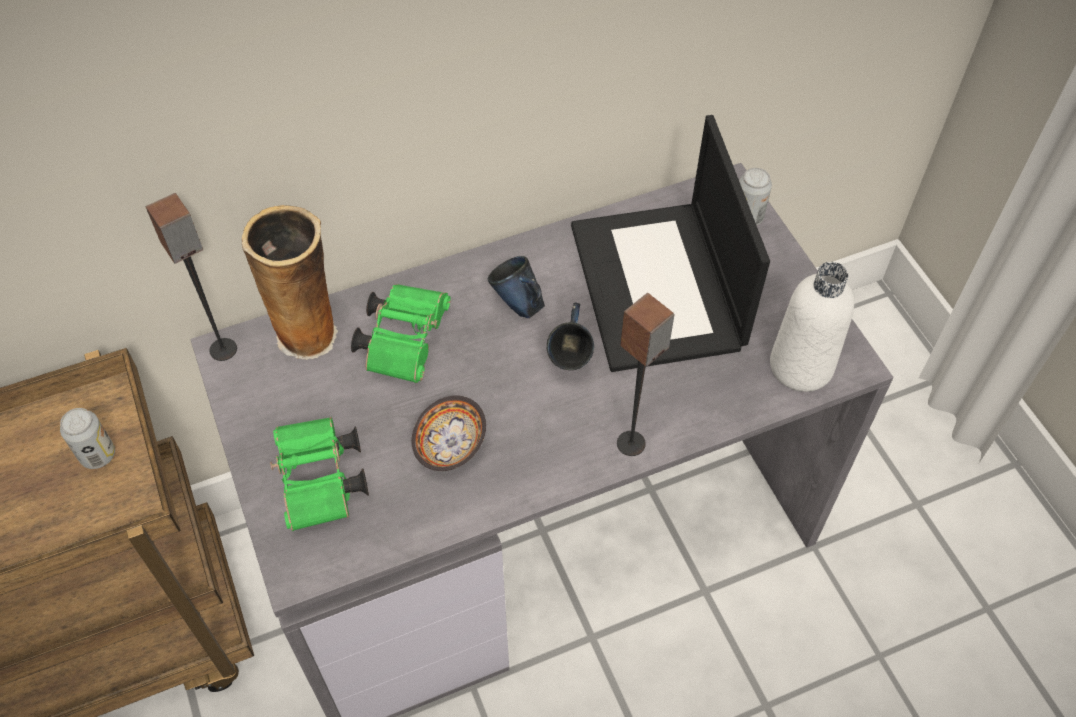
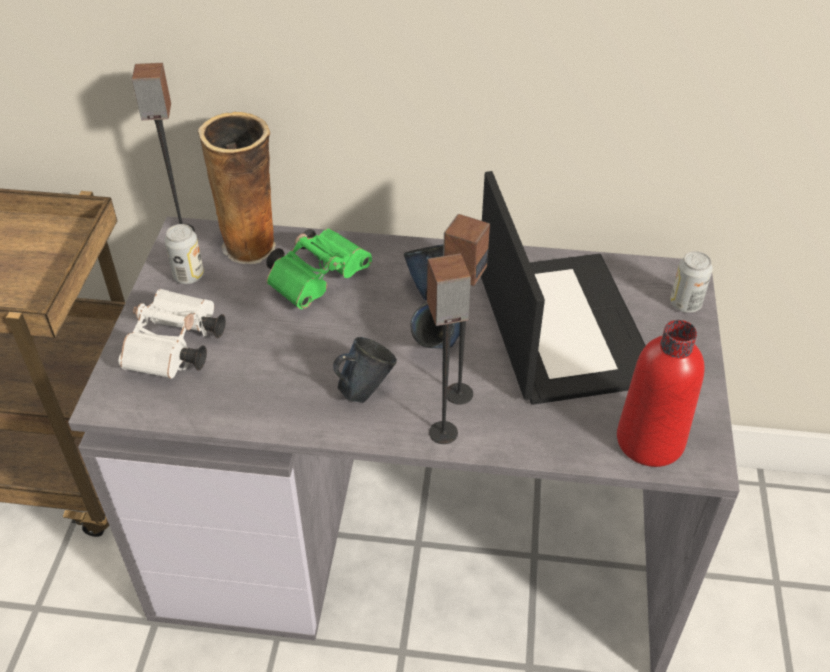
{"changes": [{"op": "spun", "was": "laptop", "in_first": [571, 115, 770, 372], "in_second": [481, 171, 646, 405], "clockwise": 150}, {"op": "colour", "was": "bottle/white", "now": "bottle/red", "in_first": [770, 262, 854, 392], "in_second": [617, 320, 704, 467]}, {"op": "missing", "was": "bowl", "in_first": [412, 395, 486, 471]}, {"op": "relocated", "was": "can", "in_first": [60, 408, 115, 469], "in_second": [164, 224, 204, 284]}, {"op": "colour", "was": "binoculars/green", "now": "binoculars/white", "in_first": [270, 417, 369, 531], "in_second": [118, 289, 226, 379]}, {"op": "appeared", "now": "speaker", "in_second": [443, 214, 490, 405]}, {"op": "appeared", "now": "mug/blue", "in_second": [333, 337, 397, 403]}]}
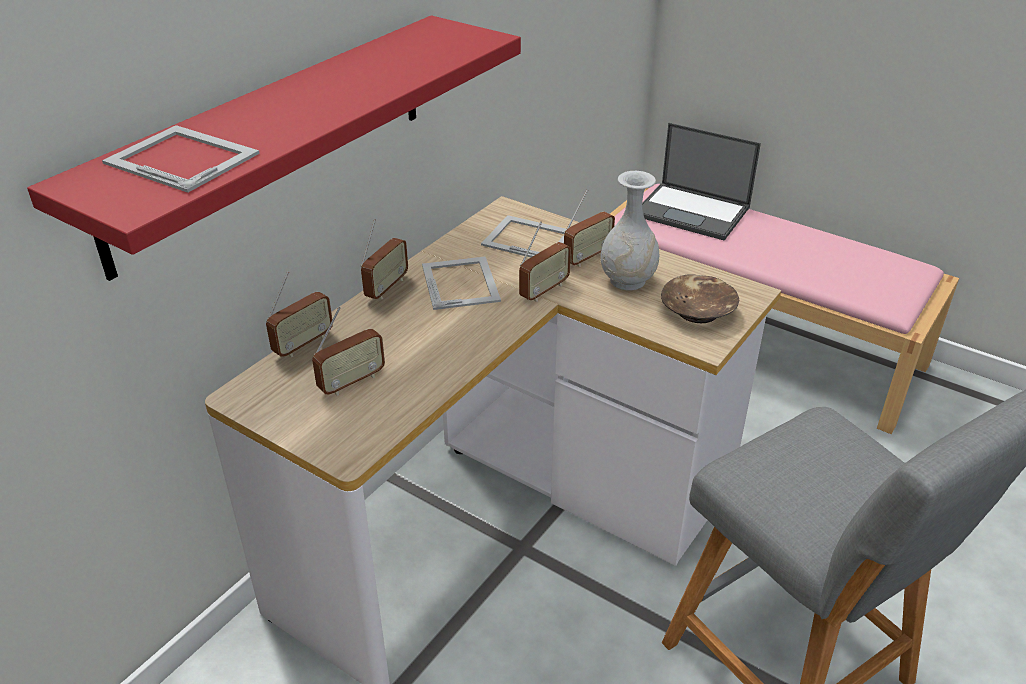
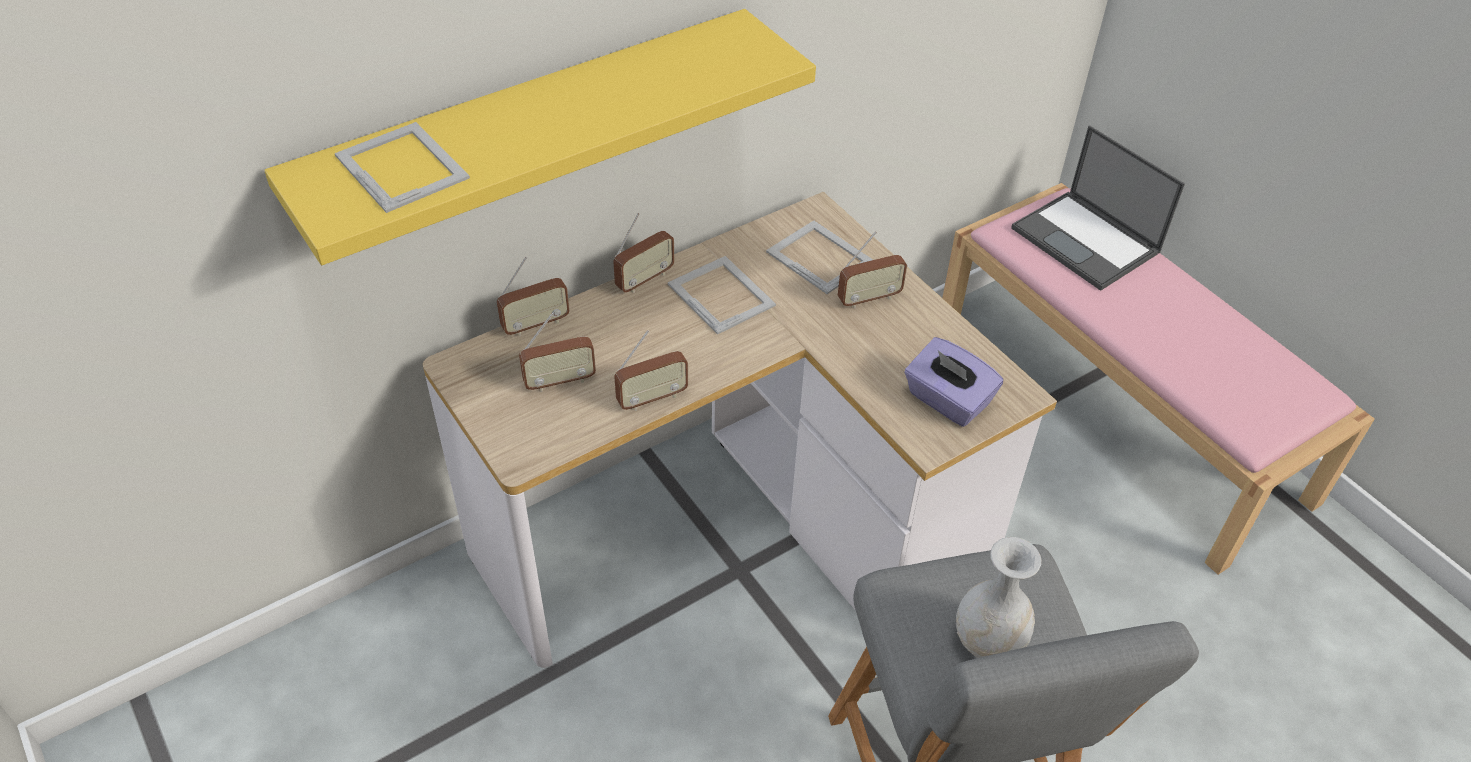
{"changes": [{"op": "colour", "was": "shelf/red", "now": "shelf/yellow", "in_first": [27, 15, 521, 281], "in_second": [264, 9, 816, 265]}, {"op": "relocated", "was": "vase/white", "in_first": [601, 171, 659, 291], "in_second": [956, 537, 1041, 658]}, {"op": "relocated", "was": "radio", "in_first": [519, 221, 571, 302], "in_second": [614, 330, 688, 411]}, {"op": "spun", "was": "picture frame", "in_first": [422, 257, 501, 310], "in_second": [668, 256, 776, 335], "clockwise": -45}, {"op": "exchanged", "was": "bowl/brown", "now": "tissue box/purple", "in_first": [661, 275, 739, 323], "in_second": [904, 337, 1003, 427]}]}
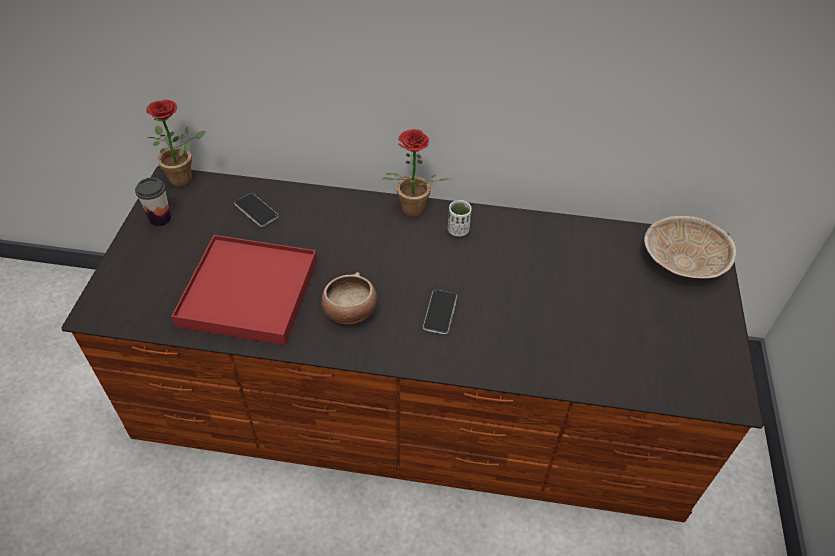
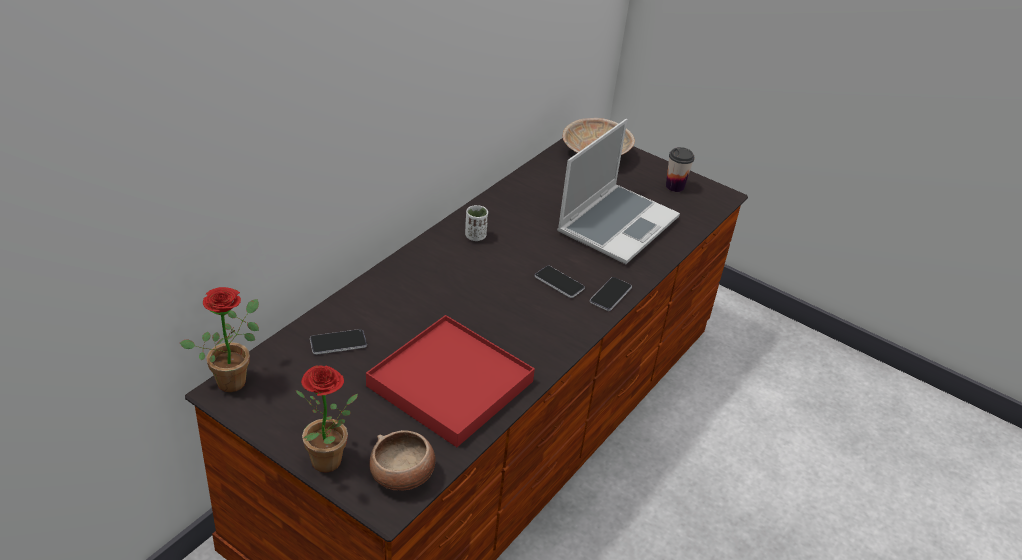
{"changes": [{"op": "relocated", "was": "potted plant", "in_first": [383, 129, 448, 217], "in_second": [296, 365, 358, 473]}, {"op": "relocated", "was": "cup", "in_first": [135, 178, 171, 226], "in_second": [666, 147, 695, 192]}, {"op": "relocated", "was": "bowl", "in_first": [321, 272, 378, 324], "in_second": [369, 430, 436, 490]}, {"op": "appeared", "now": "laptop", "in_second": [557, 119, 680, 264]}, {"op": "appeared", "now": "phone", "in_second": [590, 277, 632, 311]}]}
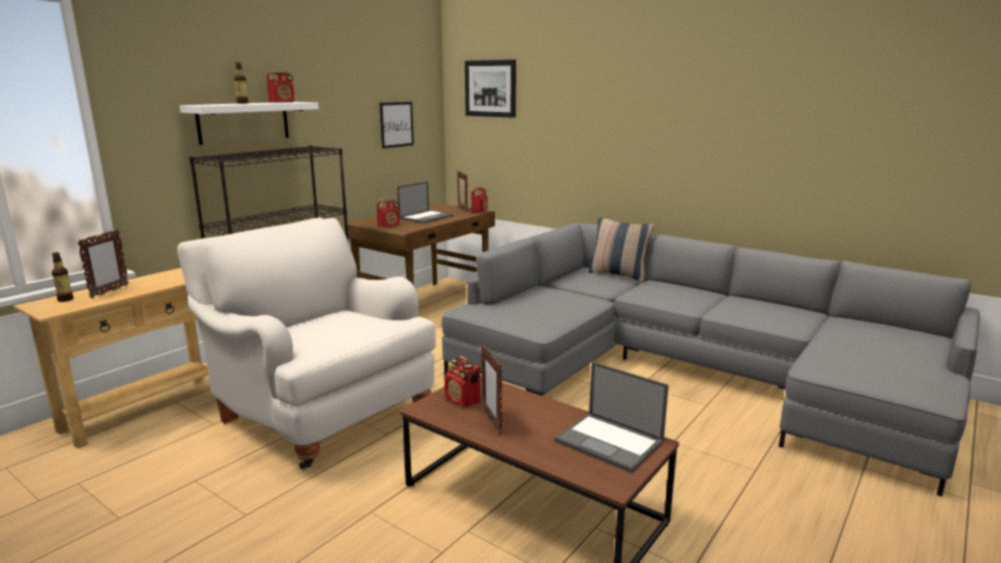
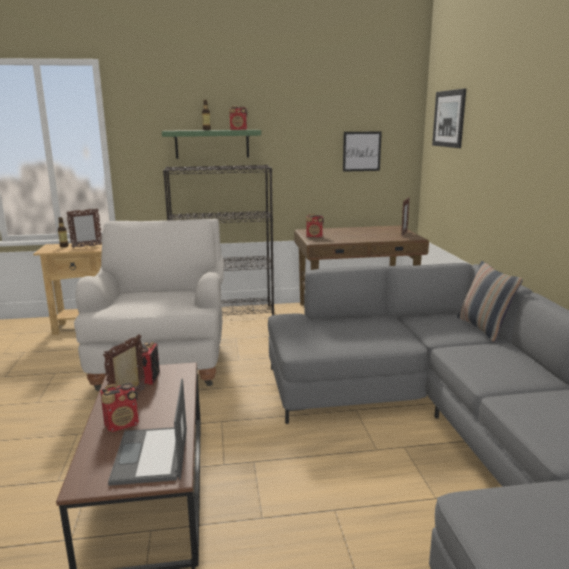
{"changes": [{"op": "colour", "was": "shelf/white", "now": "shelf/green", "in_first": [180, 102, 319, 145], "in_second": [162, 130, 261, 159]}, {"op": "missing", "was": "laptop", "in_first": [397, 181, 453, 224]}, {"op": "relocated", "was": "radio", "in_first": [471, 187, 488, 212], "in_second": [100, 383, 139, 432]}]}
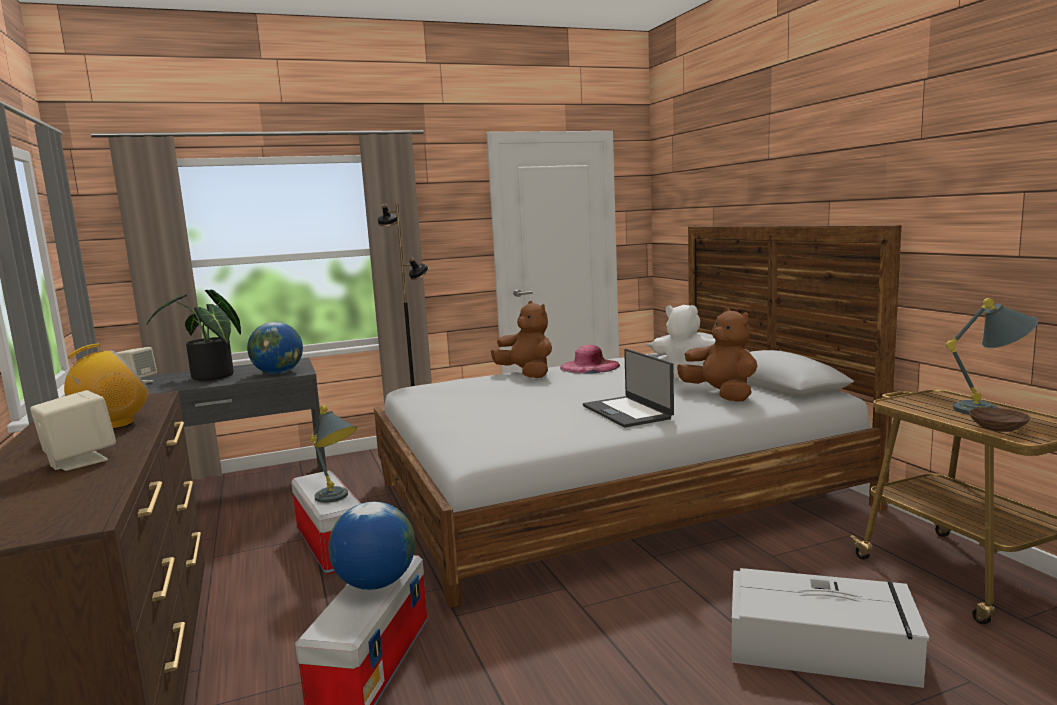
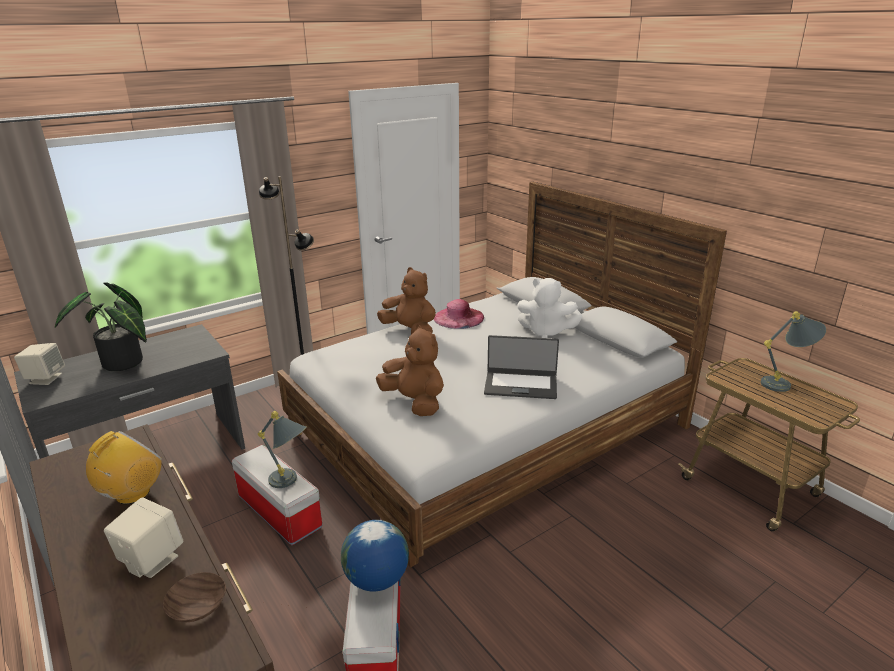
{"changes": [{"op": "relocated", "was": "plush toy/brown", "in_first": [677, 308, 757, 402], "in_second": [376, 325, 444, 416]}, {"op": "missing", "was": "globe", "in_first": [247, 322, 303, 374]}, {"op": "spun", "was": "laptop", "in_first": [583, 349, 674, 427], "in_second": [484, 335, 559, 399], "clockwise": -45}, {"op": "relocated", "was": "bowl/brown", "in_first": [969, 408, 1031, 432], "in_second": [163, 572, 226, 622]}, {"op": "missing", "was": "storage box/grey", "in_first": [732, 568, 929, 688]}]}
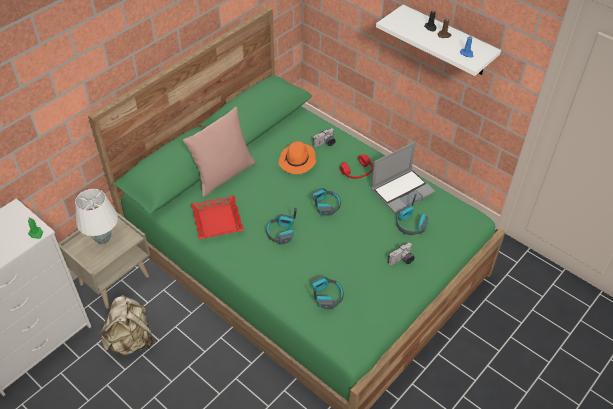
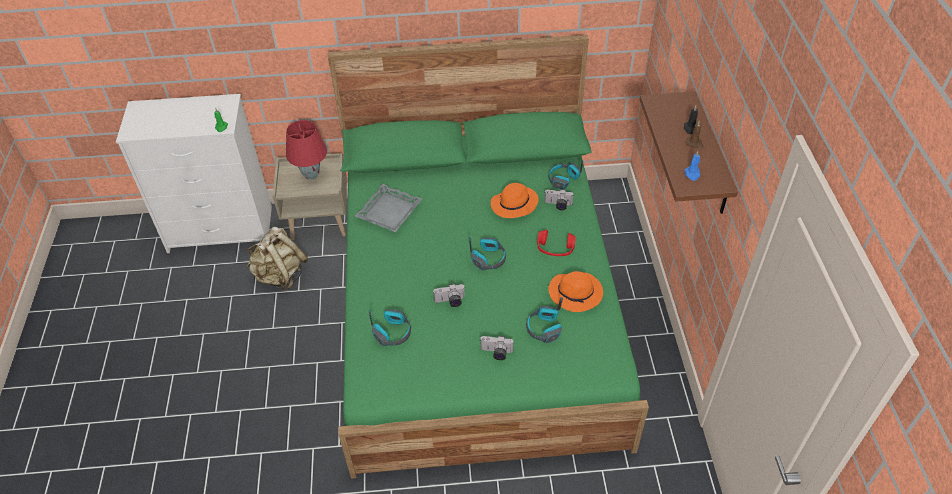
{"changes": [{"op": "colour", "was": "shelf/white", "now": "shelf/brown", "in_first": [376, 5, 501, 76], "in_second": [640, 91, 738, 214]}, {"op": "missing", "was": "pillow/pink", "in_first": [183, 107, 256, 197]}, {"op": "exchanged", "was": "laptop", "now": "hat/orange", "in_first": [371, 142, 435, 213], "in_second": [548, 271, 603, 312]}, {"op": "colour", "was": "table lamp/white", "now": "table lamp/red", "in_first": [75, 189, 118, 244], "in_second": [286, 120, 327, 180]}, {"op": "colour", "was": "tray/red", "now": "tray/grey", "in_first": [191, 195, 244, 239], "in_second": [355, 183, 423, 232]}, {"op": "relocated", "was": "headphones", "in_first": [266, 207, 297, 245], "in_second": [548, 159, 583, 189]}, {"op": "appeared", "now": "photo camera", "in_second": [433, 283, 465, 307]}]}
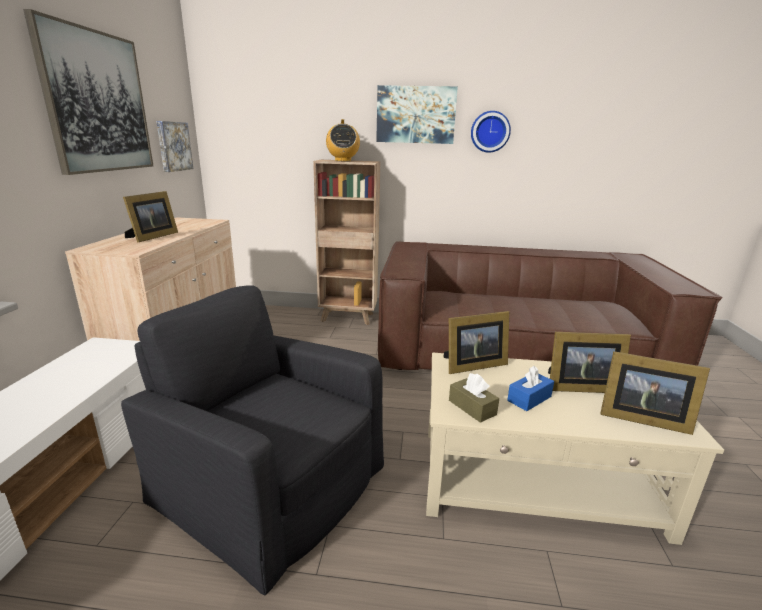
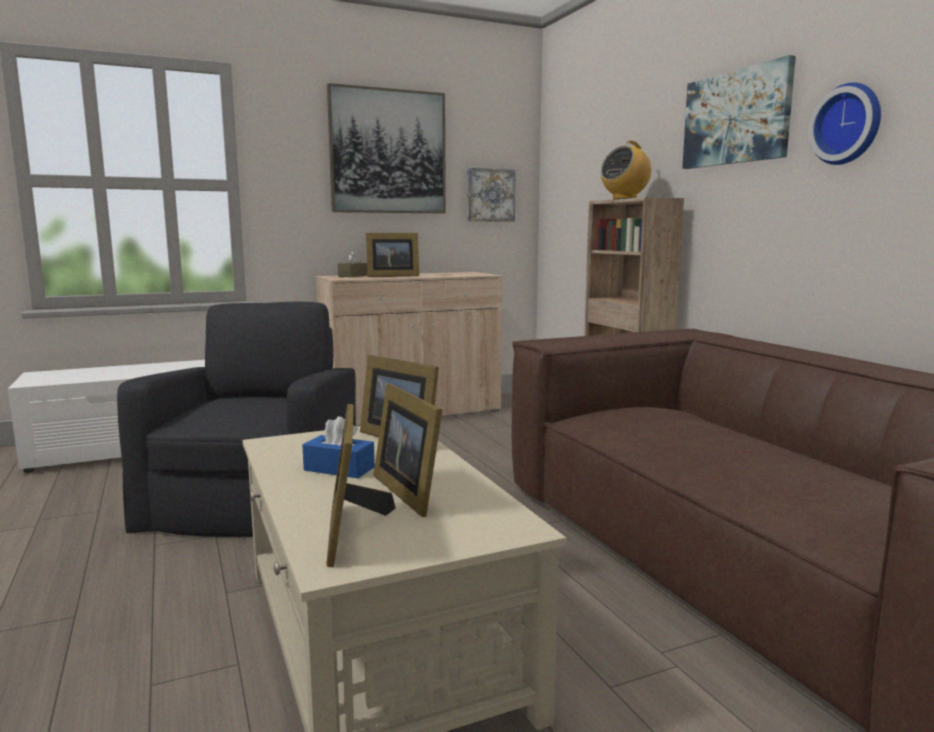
{"changes": [{"op": "relocated", "was": "tissue box/brown", "in_first": [449, 373, 499, 423], "in_second": [338, 251, 367, 277]}]}
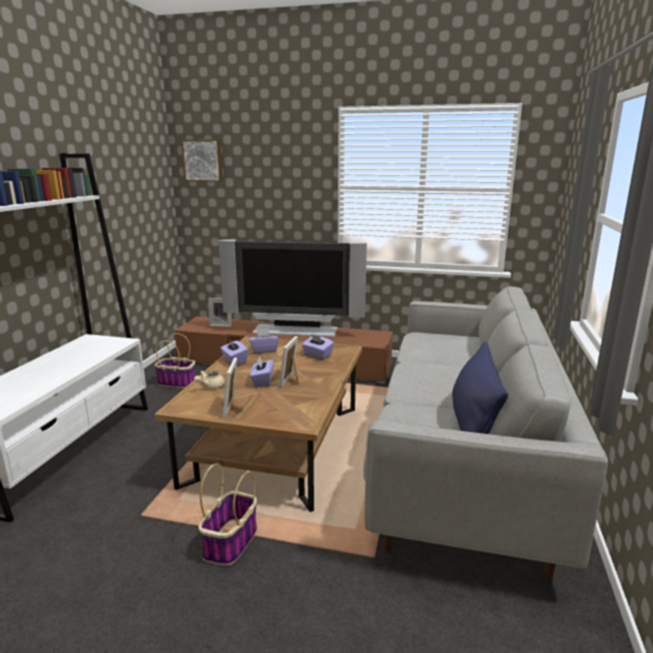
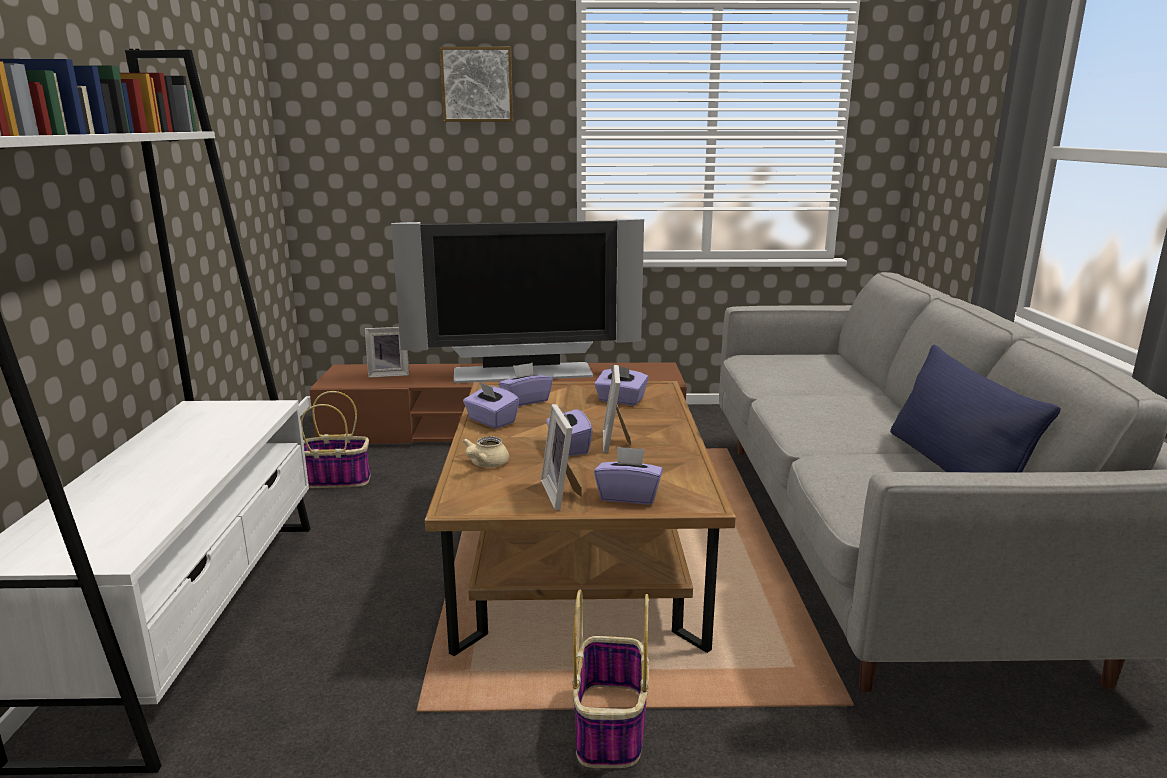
{"changes": [{"op": "relocated", "was": "picture", "in_first": [181, 139, 223, 182], "in_second": [440, 47, 513, 122]}, {"op": "appeared", "now": "tissue box/purple", "in_second": [594, 446, 663, 504]}]}
